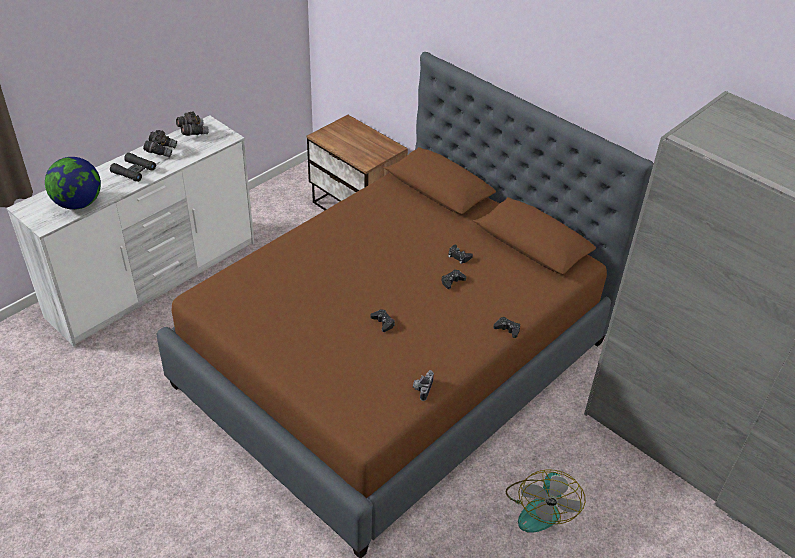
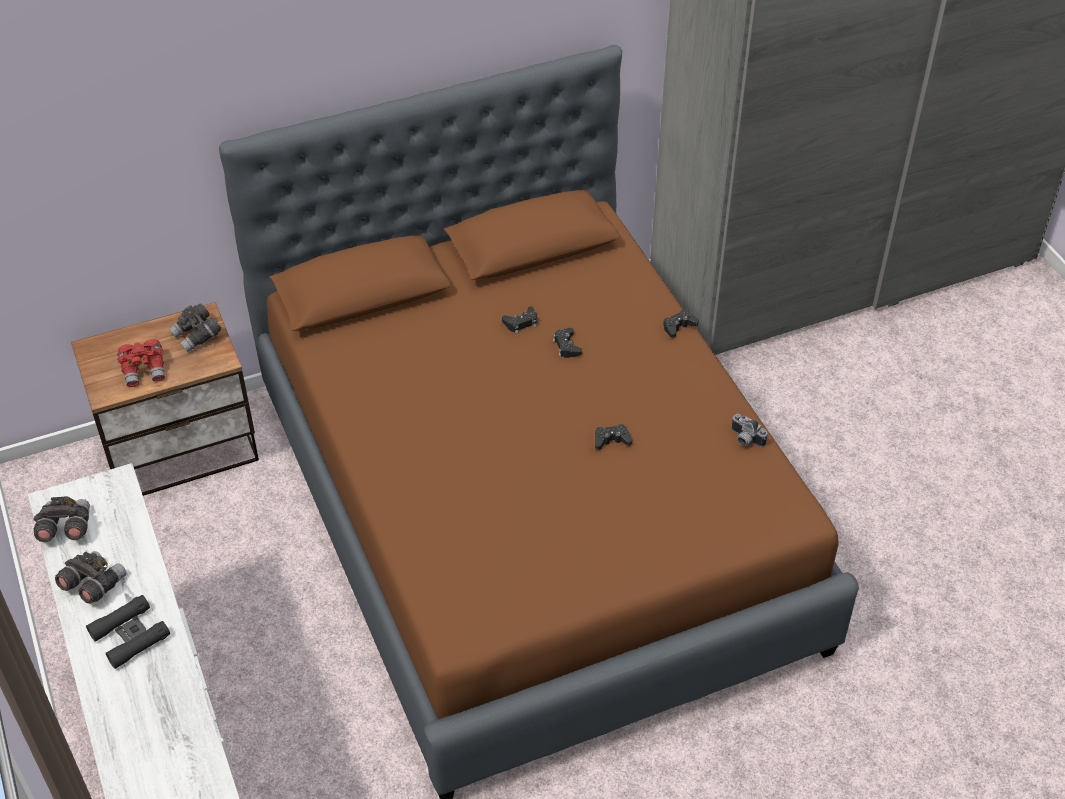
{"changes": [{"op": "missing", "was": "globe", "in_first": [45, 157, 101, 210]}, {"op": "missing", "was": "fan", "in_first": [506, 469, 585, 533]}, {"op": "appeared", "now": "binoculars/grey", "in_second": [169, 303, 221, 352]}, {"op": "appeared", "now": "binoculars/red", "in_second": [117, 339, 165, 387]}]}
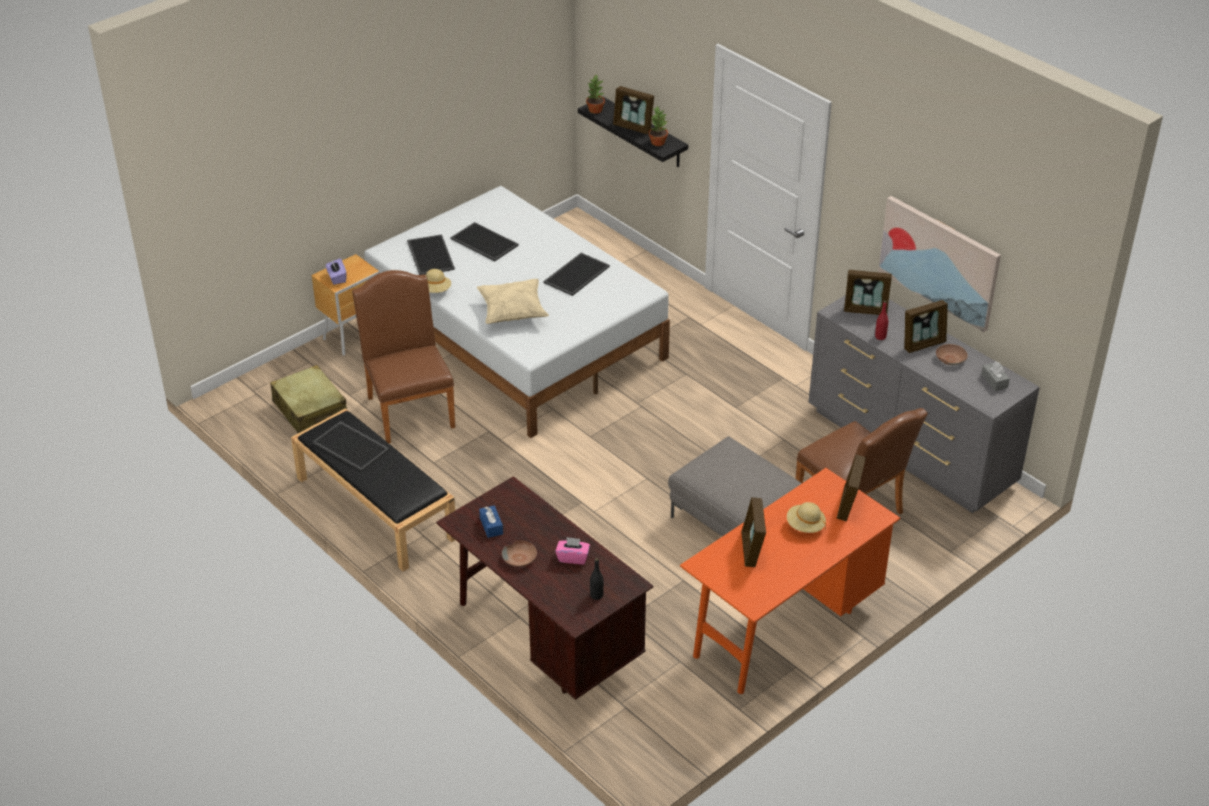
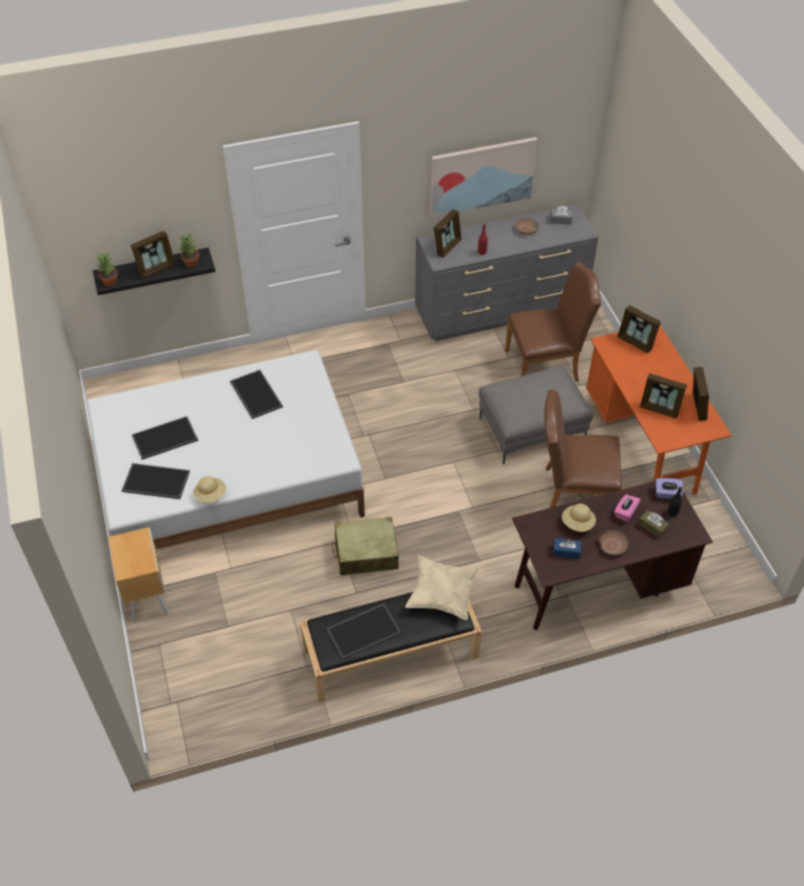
{"changes": [{"op": "relocated", "was": "tissue box/purple", "in_first": [326, 258, 347, 285], "in_second": [656, 478, 683, 499]}, {"op": "relocated", "was": "chair/brown", "in_first": [352, 270, 455, 443], "in_second": [544, 390, 622, 508]}, {"op": "relocated", "was": "pillow/beige", "in_first": [477, 279, 549, 324], "in_second": [405, 555, 479, 620]}, {"op": "relocated", "was": "picture frame", "in_first": [904, 300, 948, 353], "in_second": [693, 367, 709, 421]}, {"op": "relocated", "was": "suitcase/beige", "in_first": [270, 365, 347, 433], "in_second": [332, 517, 399, 575]}, {"op": "relocated", "was": "hat/beige", "in_first": [787, 502, 826, 533], "in_second": [562, 504, 596, 532]}, {"op": "appeared", "now": "tissue box/brown", "in_second": [638, 510, 669, 538]}]}
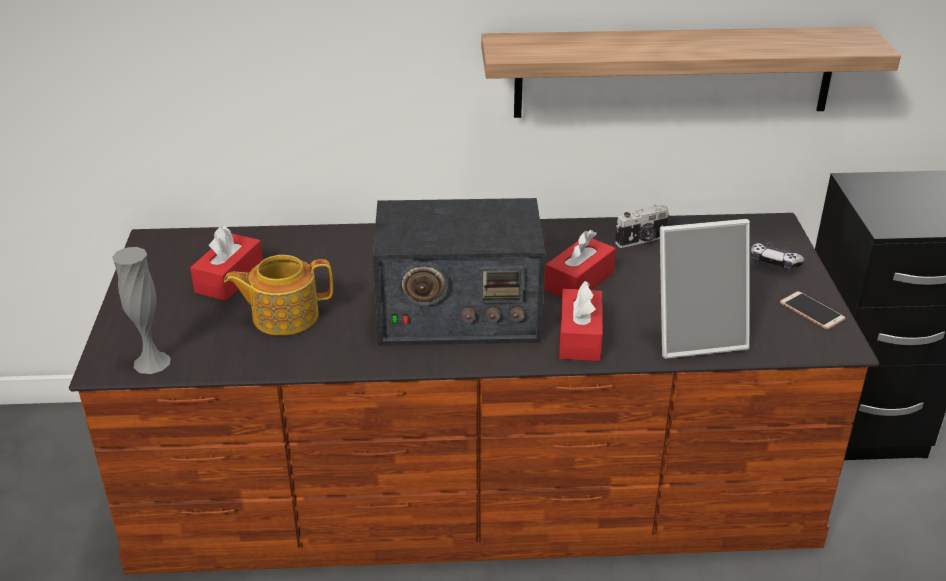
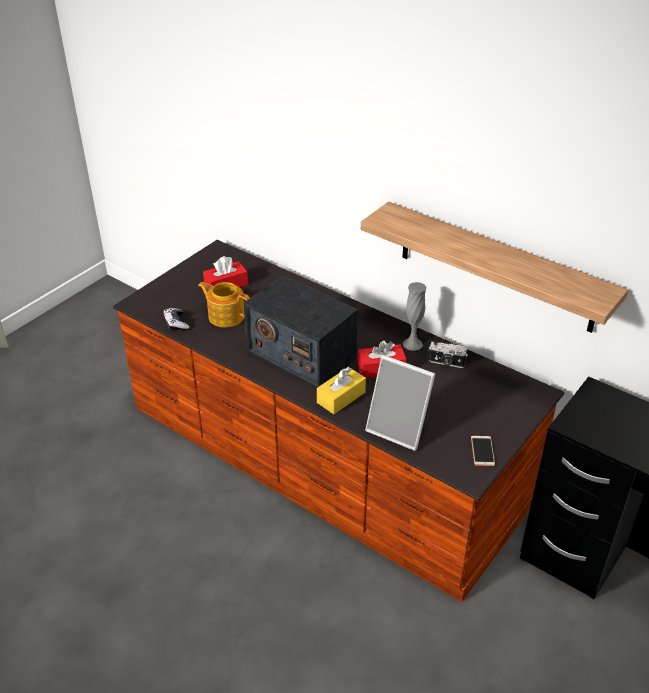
{"changes": [{"op": "relocated", "was": "game controller", "in_first": [751, 242, 804, 272], "in_second": [163, 308, 189, 330]}, {"op": "relocated", "was": "vase/grey", "in_first": [112, 247, 171, 374], "in_second": [403, 282, 426, 351]}, {"op": "colour", "was": "tissue box/red", "now": "tissue box/yellow", "in_first": [559, 281, 603, 361], "in_second": [317, 367, 366, 414]}]}
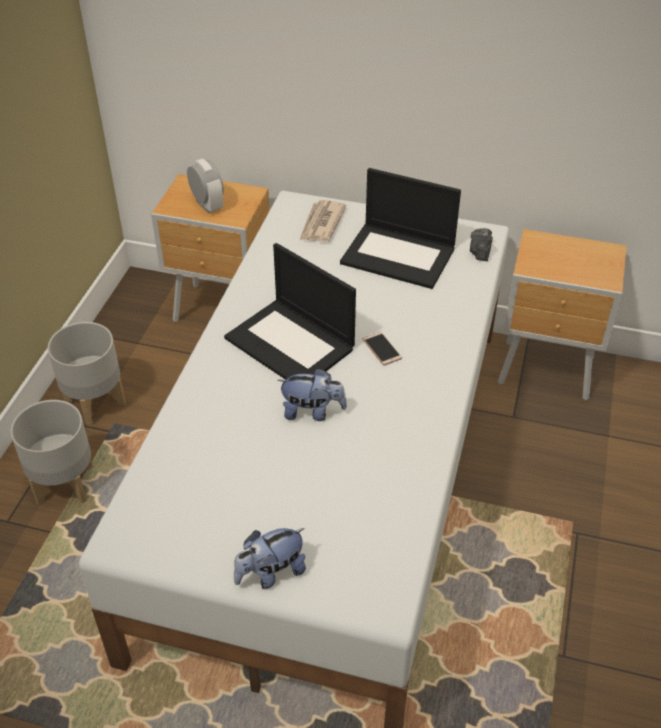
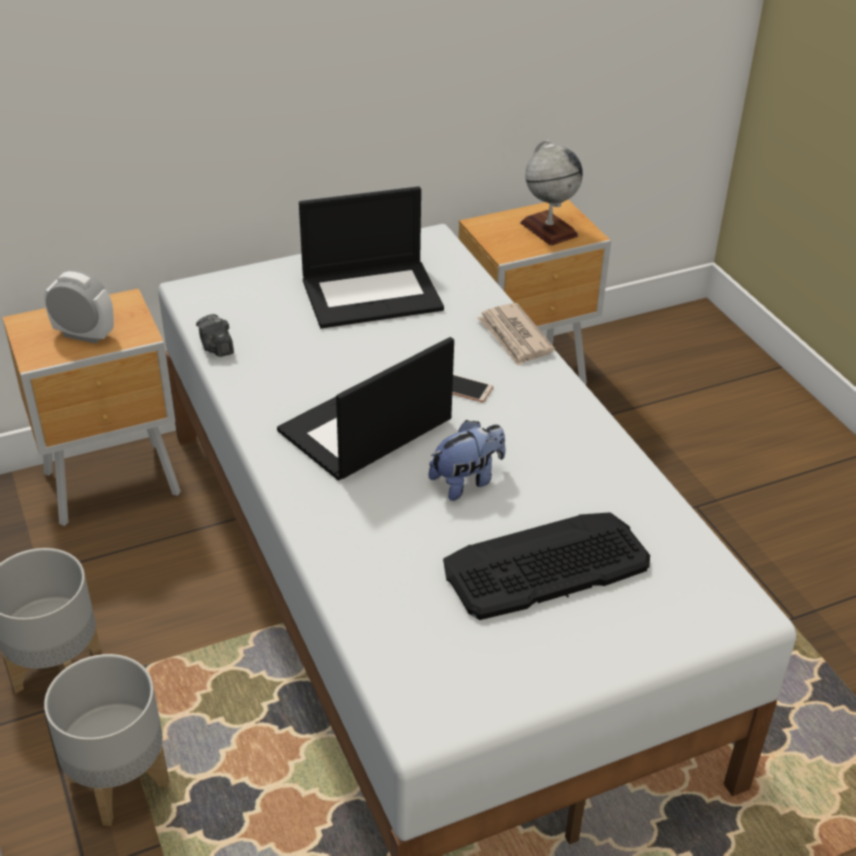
{"changes": [{"op": "relocated", "was": "newspaper", "in_first": [300, 200, 347, 242], "in_second": [477, 303, 555, 366]}, {"op": "relocated", "was": "photo camera", "in_first": [470, 228, 493, 261], "in_second": [196, 314, 234, 357]}, {"op": "spun", "was": "laptop", "in_first": [224, 243, 356, 380], "in_second": [277, 337, 454, 481], "clockwise": 135}, {"op": "missing", "was": "plush toy", "in_first": [234, 528, 306, 589]}, {"op": "appeared", "now": "globe", "in_second": [520, 140, 583, 246]}, {"op": "appeared", "now": "keyboard", "in_second": [443, 512, 650, 620]}]}
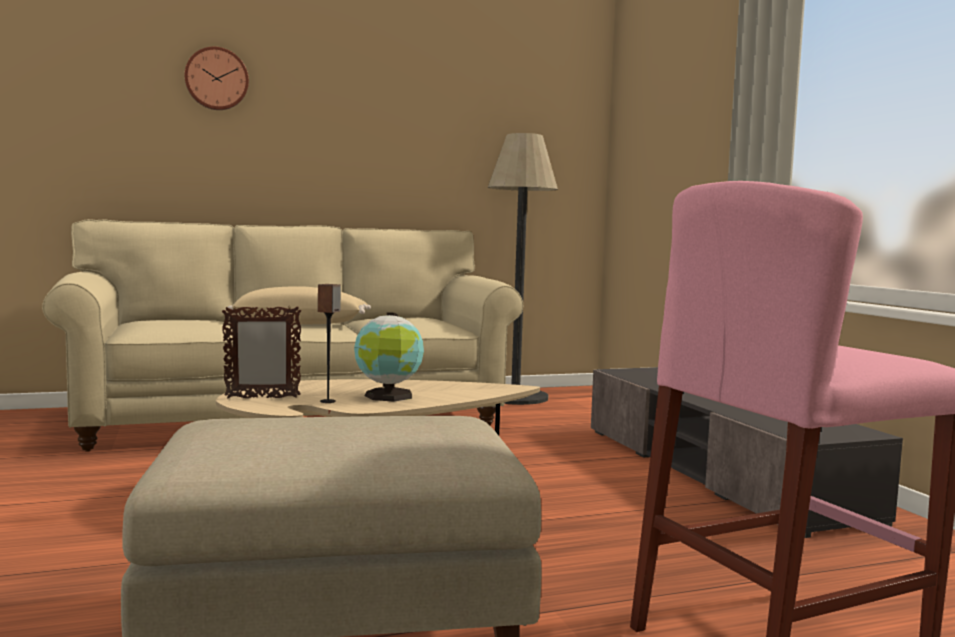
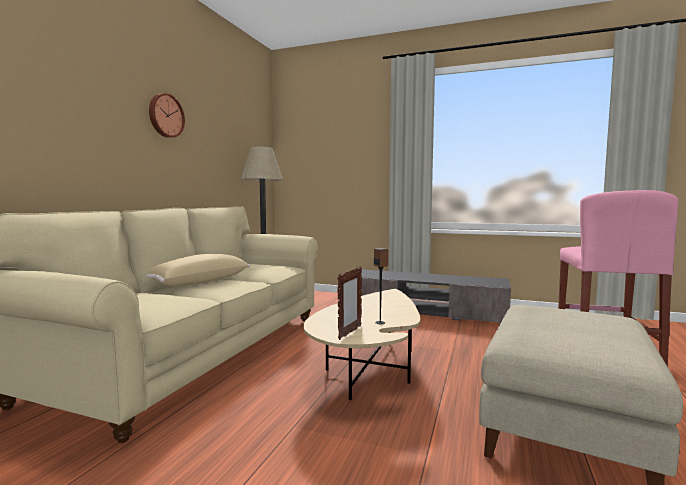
{"changes": [{"op": "relocated", "was": "wall clock", "in_first": [185, 47, 249, 110], "in_second": [149, 93, 185, 138]}, {"op": "missing", "was": "globe", "in_first": [354, 312, 424, 402]}]}
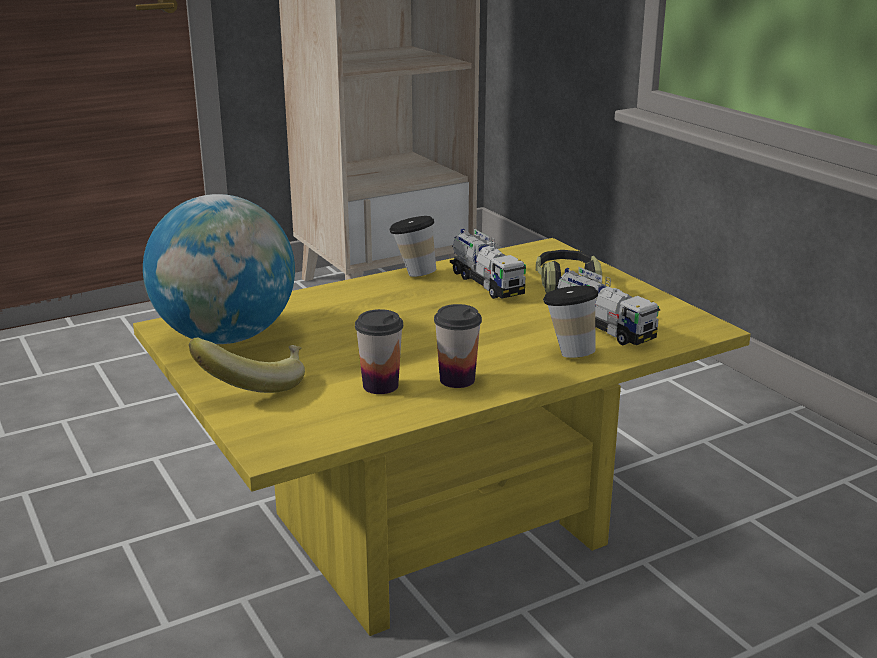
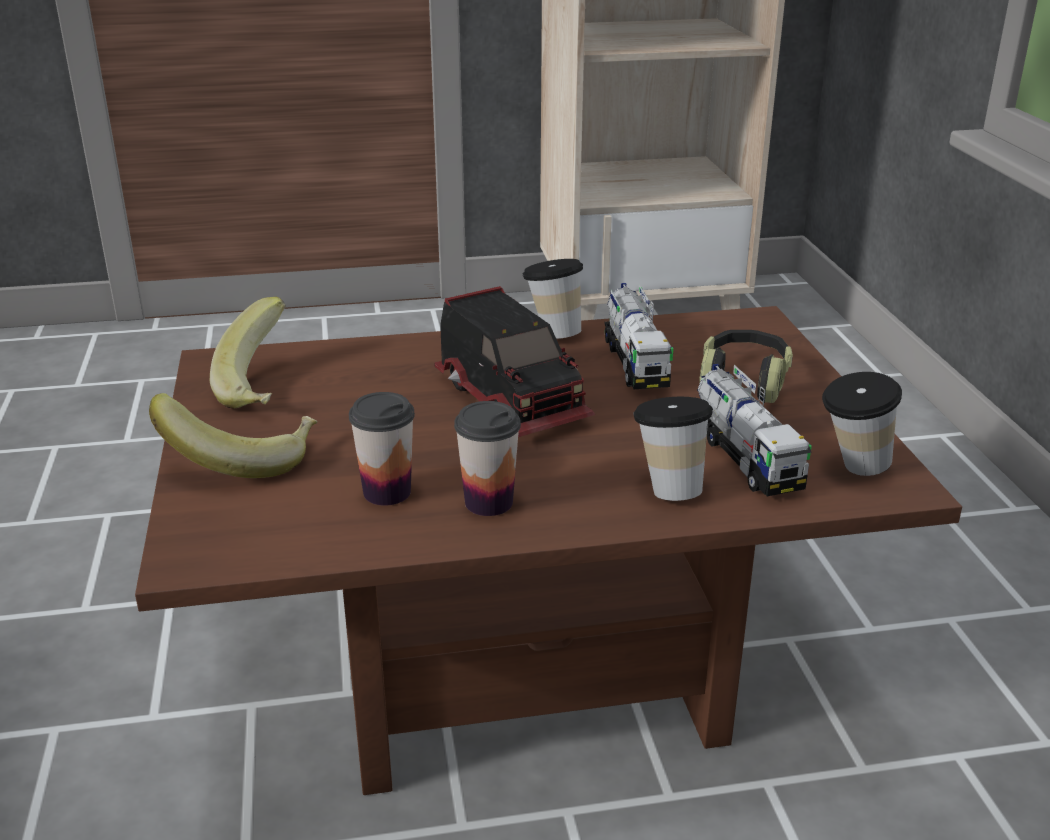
{"changes": [{"op": "exchanged", "was": "globe", "now": "banana", "in_first": [143, 194, 295, 344], "in_second": [210, 297, 286, 408]}, {"op": "colour", "was": "coffee table/yellow", "now": "coffee table/brown", "in_first": [133, 238, 751, 636], "in_second": [135, 306, 962, 795]}, {"op": "appeared", "now": "toy truck", "in_second": [434, 286, 596, 437]}, {"op": "appeared", "now": "cup", "in_second": [822, 372, 902, 476]}]}
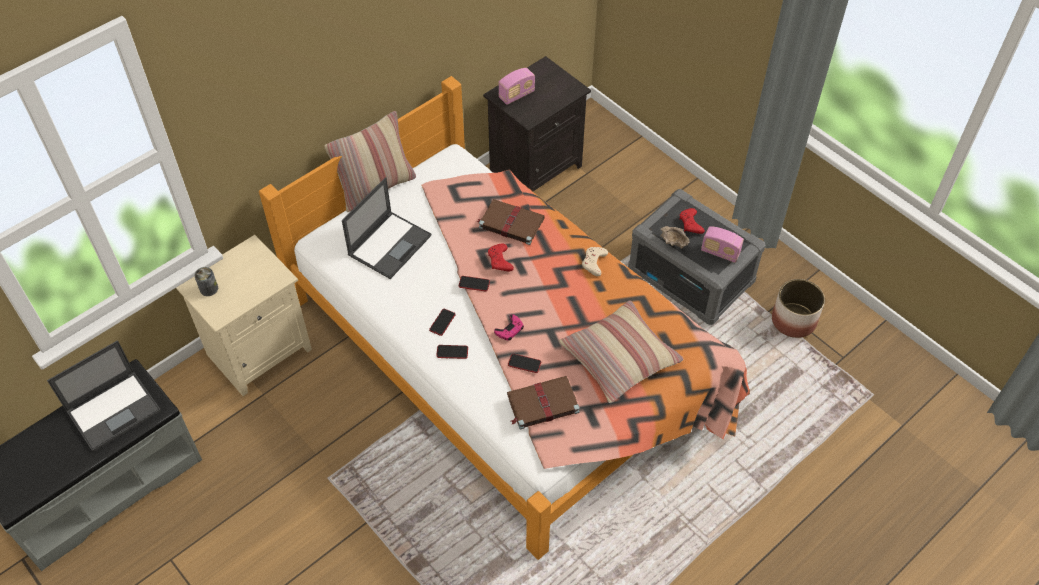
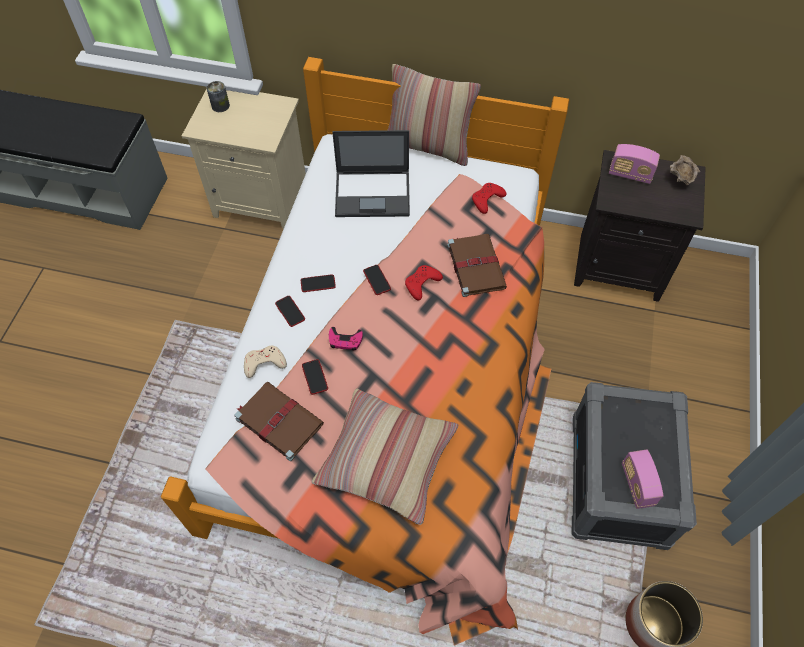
{"changes": [{"op": "relocated", "was": "game controller/red", "in_first": [680, 208, 705, 234], "in_second": [472, 183, 507, 214]}, {"op": "relocated", "was": "bowl/beige", "in_first": [660, 226, 690, 249], "in_second": [670, 155, 700, 185]}, {"op": "relocated", "was": "game controller/beige", "in_first": [582, 247, 608, 276], "in_second": [244, 346, 287, 378]}, {"op": "missing", "was": "laptop", "in_first": [47, 340, 161, 452]}]}
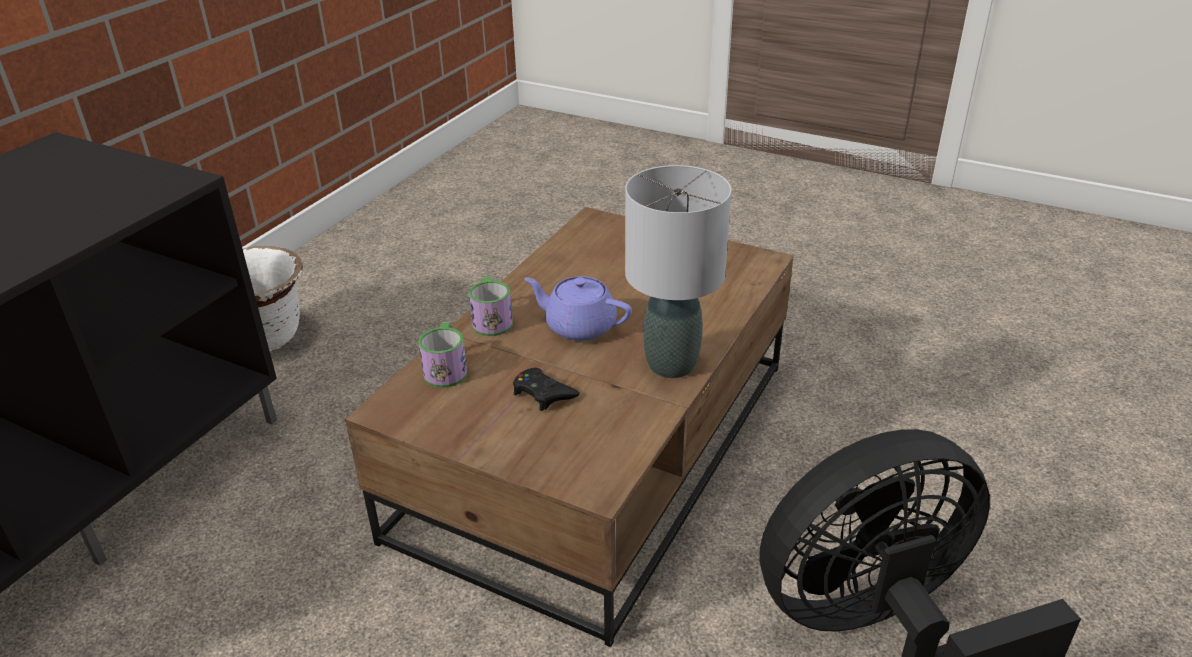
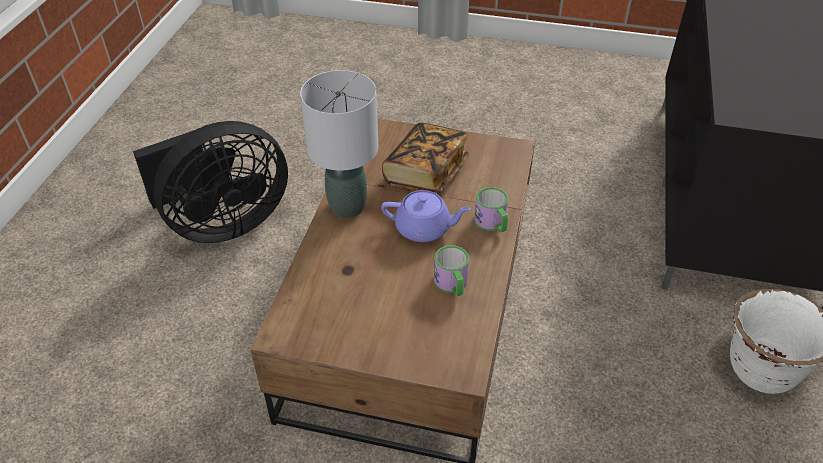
{"changes": [{"op": "relocated", "was": "mug", "in_first": [419, 322, 467, 388], "in_second": [434, 245, 469, 296]}, {"op": "exchanged", "was": "game controller/black", "now": "book", "in_first": [513, 368, 580, 411], "in_second": [382, 123, 469, 194]}]}
